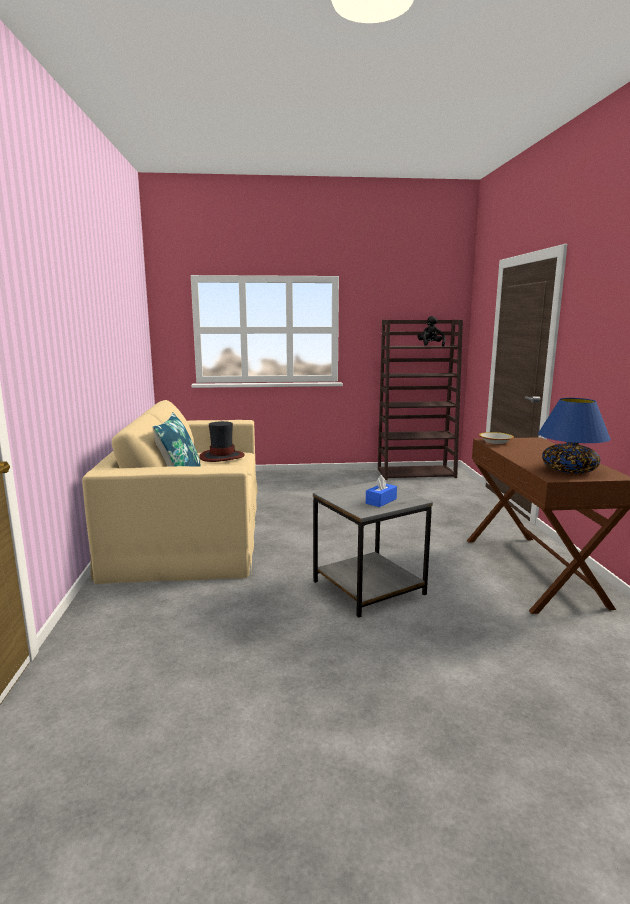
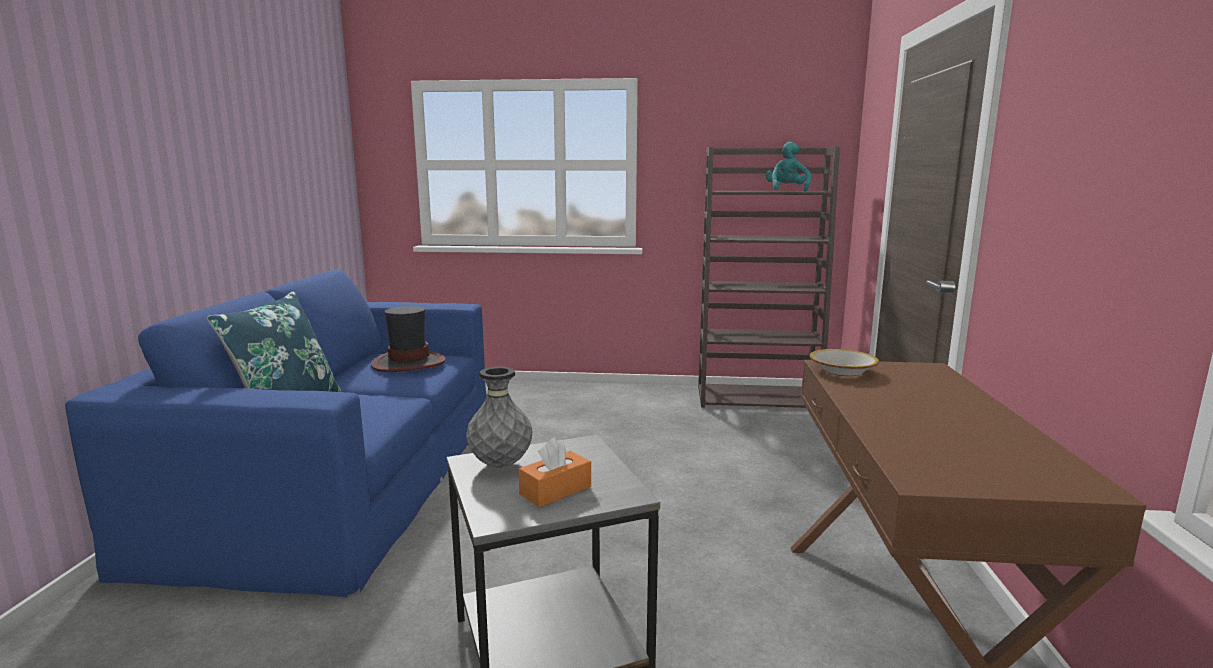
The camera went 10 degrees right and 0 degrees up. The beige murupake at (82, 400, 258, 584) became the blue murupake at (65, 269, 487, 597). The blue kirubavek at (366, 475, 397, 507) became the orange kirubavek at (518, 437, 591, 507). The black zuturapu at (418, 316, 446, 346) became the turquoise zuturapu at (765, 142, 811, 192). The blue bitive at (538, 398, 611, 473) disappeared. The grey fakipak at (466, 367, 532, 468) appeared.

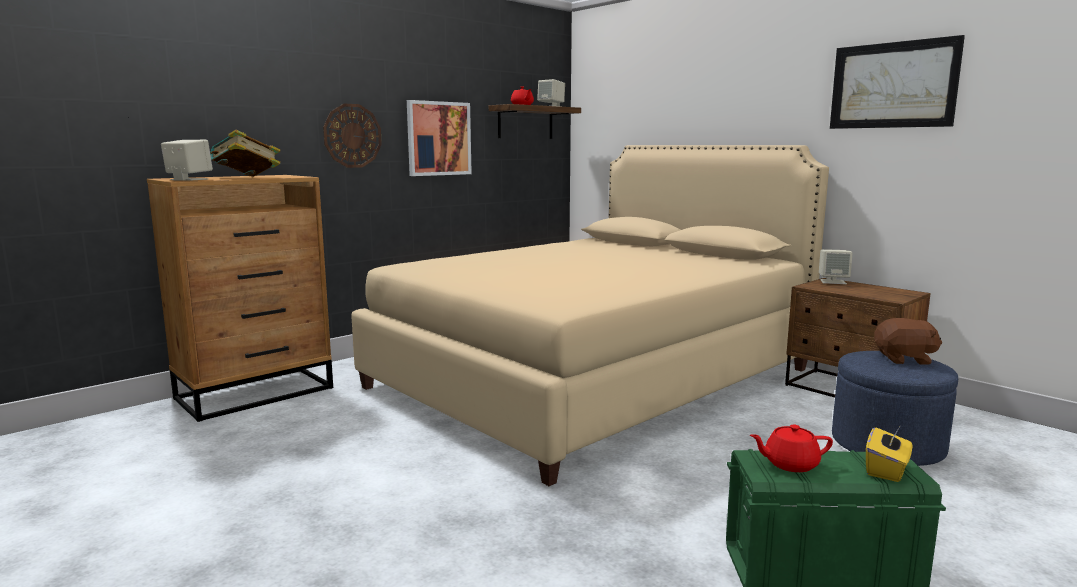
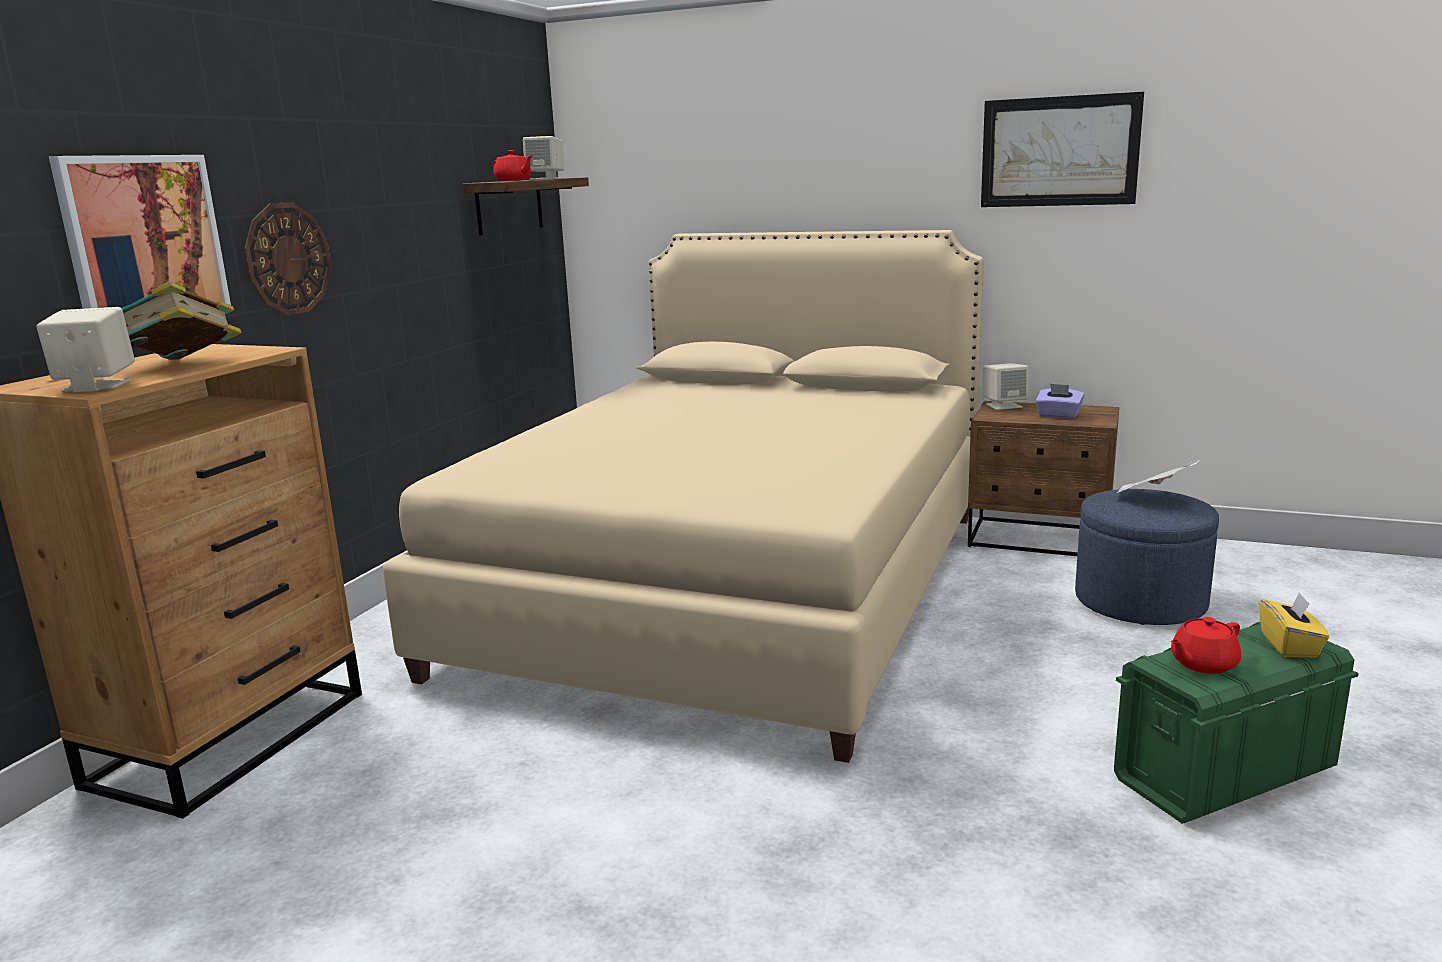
The camera went 25 degrees left and 5 degrees up. The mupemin moved from (407, 100, 472, 176) to (49, 155, 231, 309). The brown zuturapu at (874, 318, 942, 365) was replaced by the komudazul at (1117, 460, 1200, 493). The purple kirubavek at (1036, 383, 1084, 419) appeared.

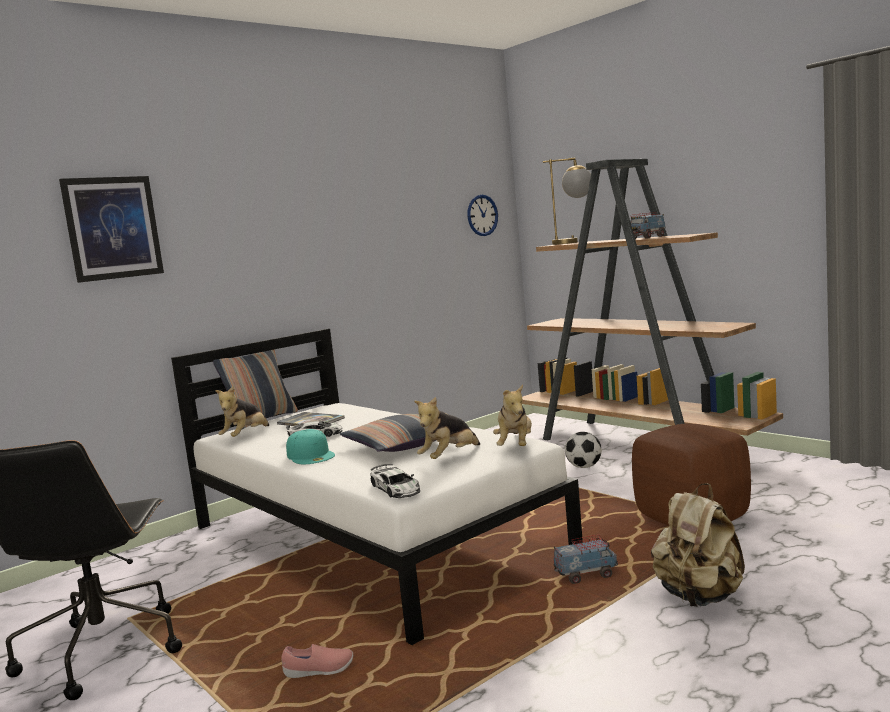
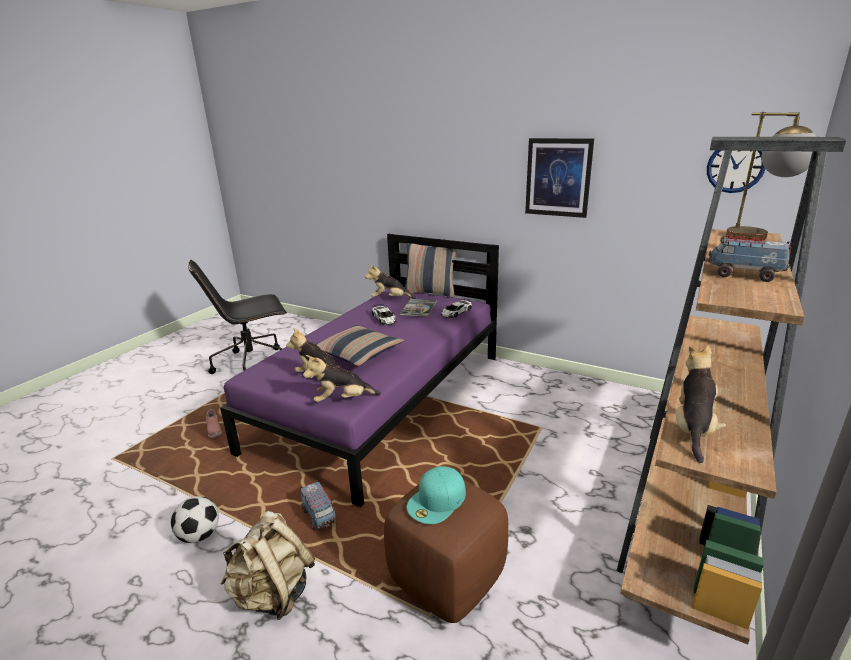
The camera went 70 degrees right and 15 degrees up. The mupemin moved from (59, 176, 164, 283) to (525, 138, 594, 218). The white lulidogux at (171, 329, 583, 645) became the purple lulidogux at (220, 234, 499, 507). The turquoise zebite moved from (286, 429, 335, 464) to (406, 466, 466, 524). The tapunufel moved from (370, 464, 420, 498) to (441, 299, 472, 318). The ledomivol moved from (565, 432, 602, 468) to (171, 496, 219, 543). The zuturapu at (676, 345, 726, 463) appeared.

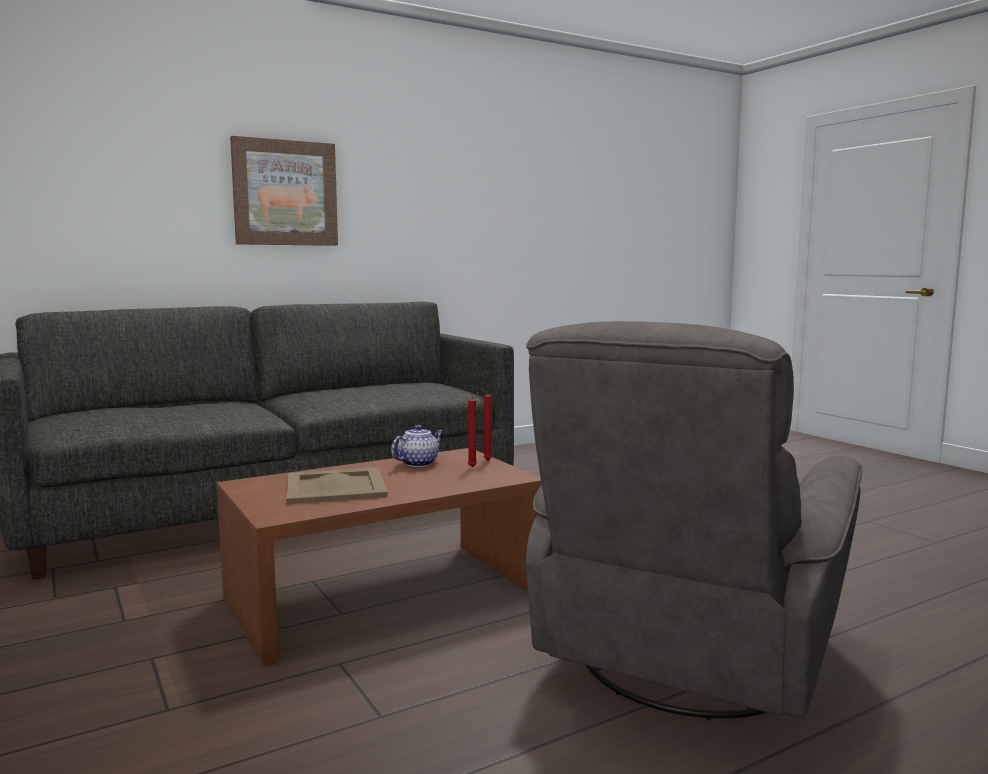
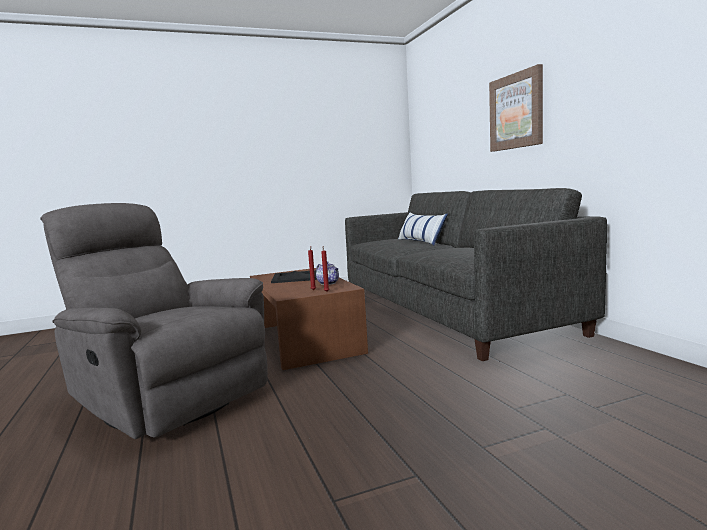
The camera went 100 degrees right and 0 degrees up. The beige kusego at (287, 468, 387, 504) became the black kusego at (271, 270, 317, 283). The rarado at (398, 212, 448, 245) appeared.

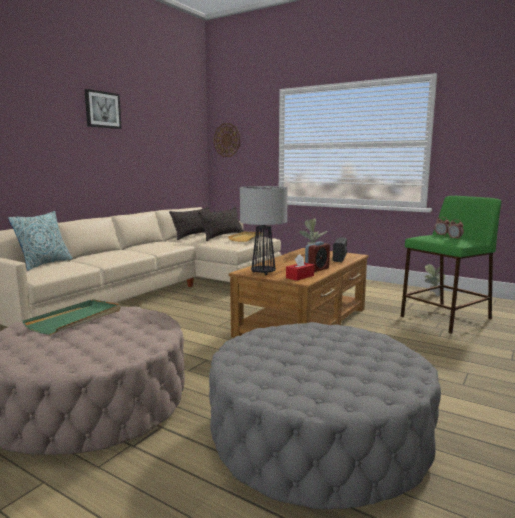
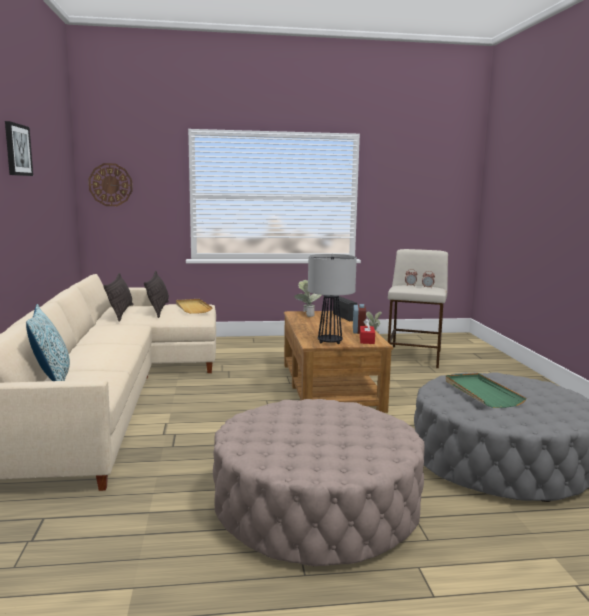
The camera went 40 degrees left and 0 degrees up. The green kusego moved from (23, 299, 121, 335) to (446, 373, 527, 408). The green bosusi at (400, 196, 501, 334) became the beige bosusi at (388, 249, 448, 368).

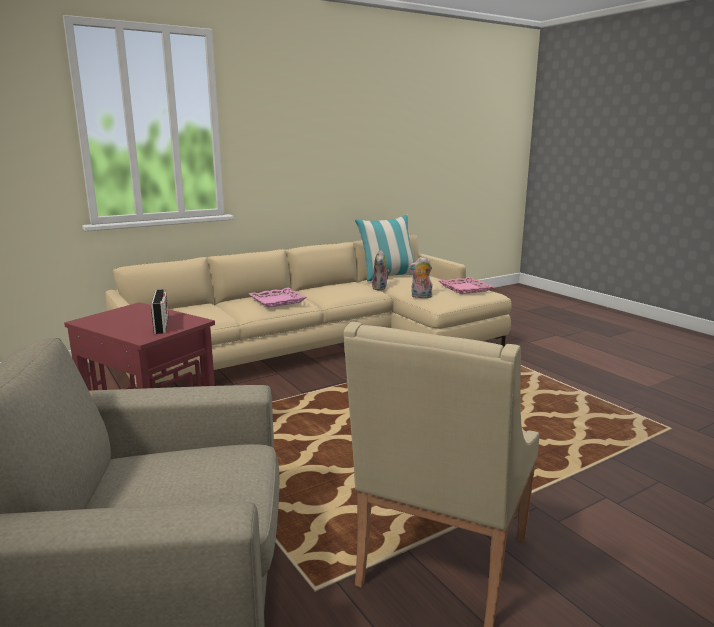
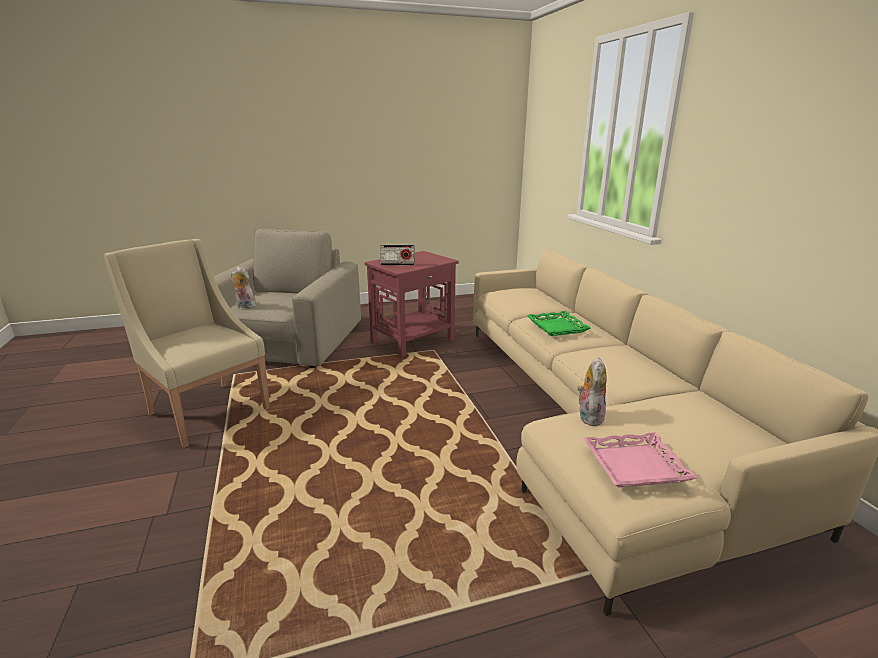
The camera went 105 degrees right and 5 degrees up. The pink kusego at (249, 288, 307, 308) became the green kusego at (527, 311, 591, 336). The rarado at (355, 215, 415, 281) disappeared. The zuturapu moved from (372, 250, 390, 291) to (231, 267, 257, 309).

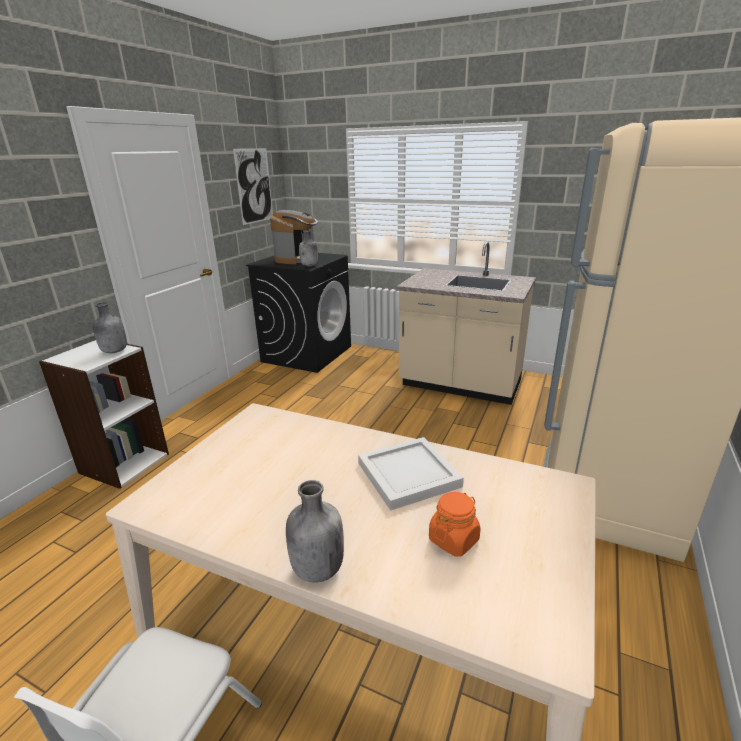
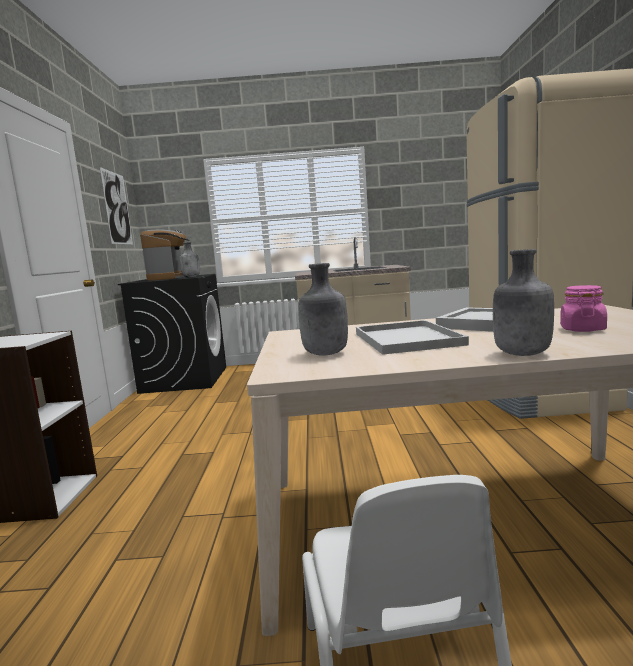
The camera went 25 degrees left and 15 degrees down. The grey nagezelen moved from (93, 302, 127, 353) to (298, 263, 348, 355). The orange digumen at (429, 492, 481, 557) became the pink digumen at (560, 285, 607, 332). The white kusego at (356, 320, 469, 355) appeared.

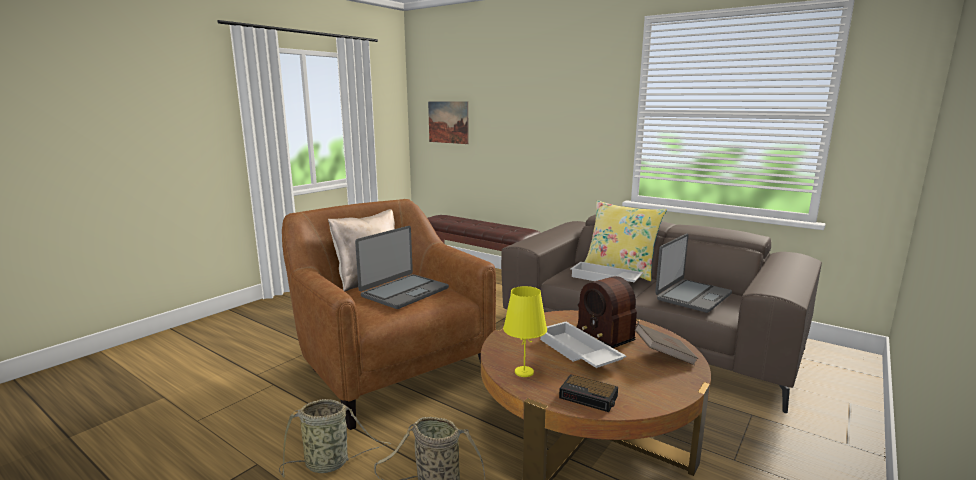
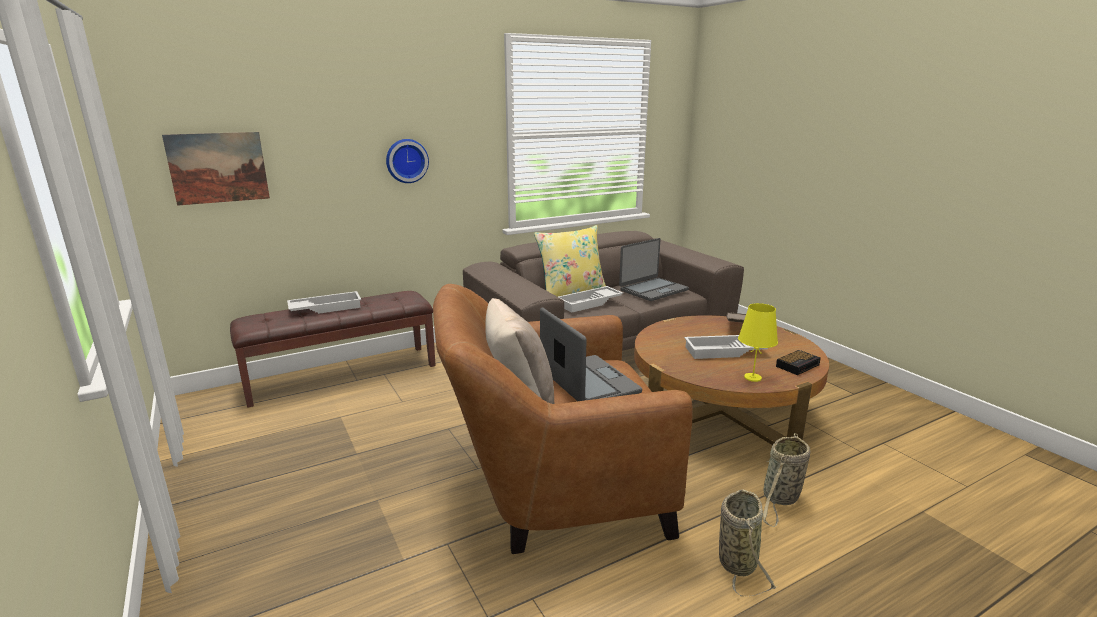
The camera went 65 degrees left and 5 degrees up. The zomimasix at (577, 276, 639, 348) disappeared. The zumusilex at (655, 234, 732, 313) turned 75 degrees clockwise. The white kusego at (287, 291, 361, 314) appeared. The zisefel at (386, 139, 429, 183) appeared.

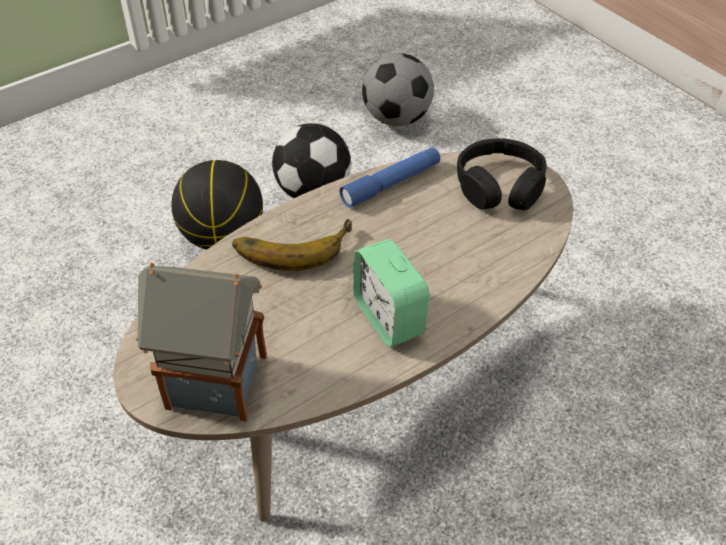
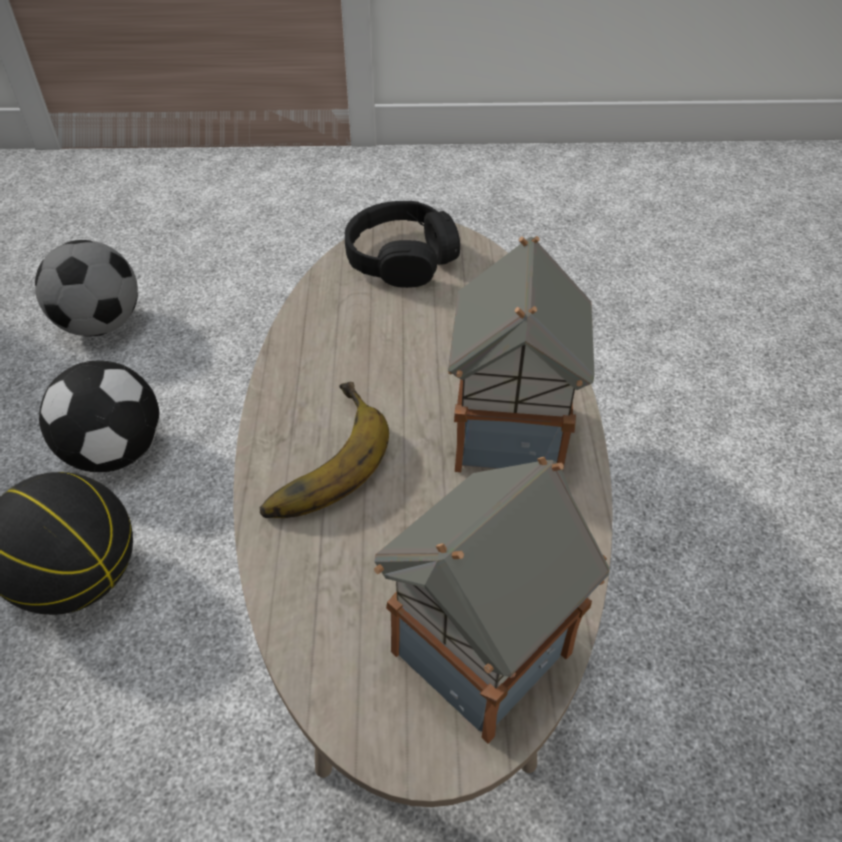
The camera went 55 degrees left and 0 degrees up. The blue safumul at (340, 147, 440, 208) disappeared. The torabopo at (353, 239, 430, 347) was replaced by the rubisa at (448, 236, 595, 472).

